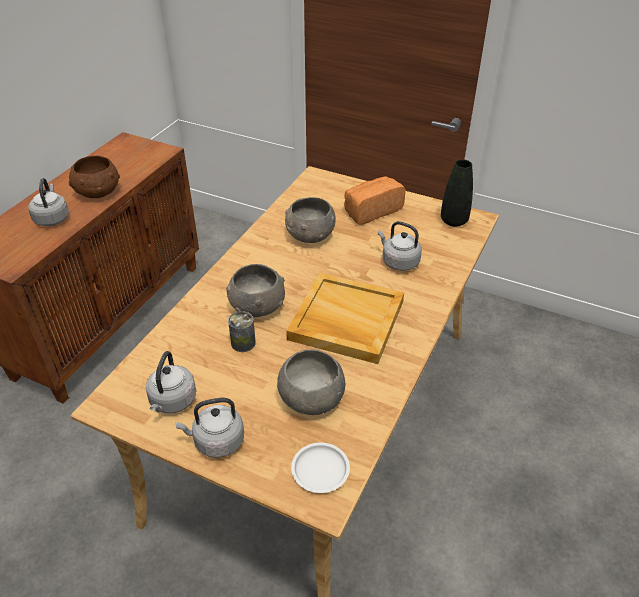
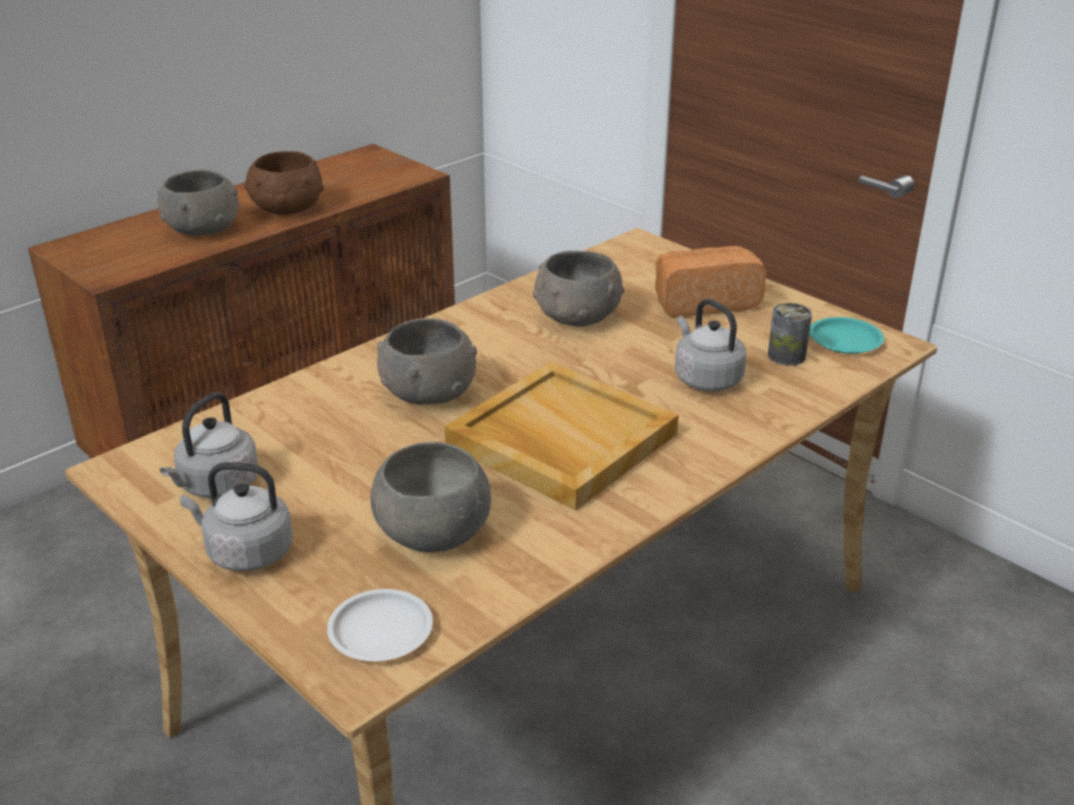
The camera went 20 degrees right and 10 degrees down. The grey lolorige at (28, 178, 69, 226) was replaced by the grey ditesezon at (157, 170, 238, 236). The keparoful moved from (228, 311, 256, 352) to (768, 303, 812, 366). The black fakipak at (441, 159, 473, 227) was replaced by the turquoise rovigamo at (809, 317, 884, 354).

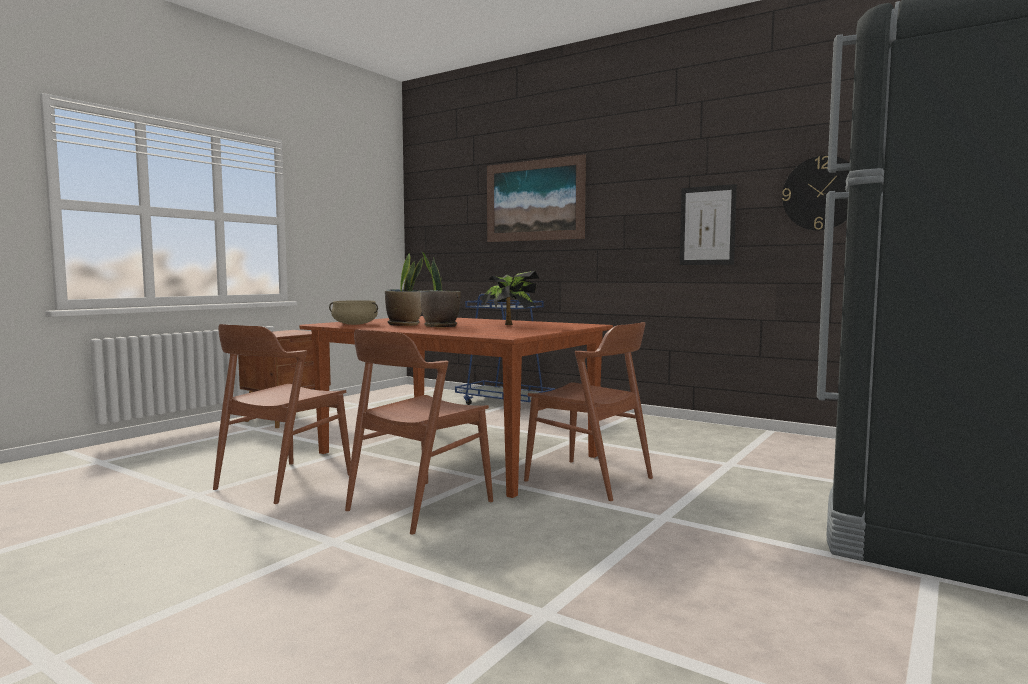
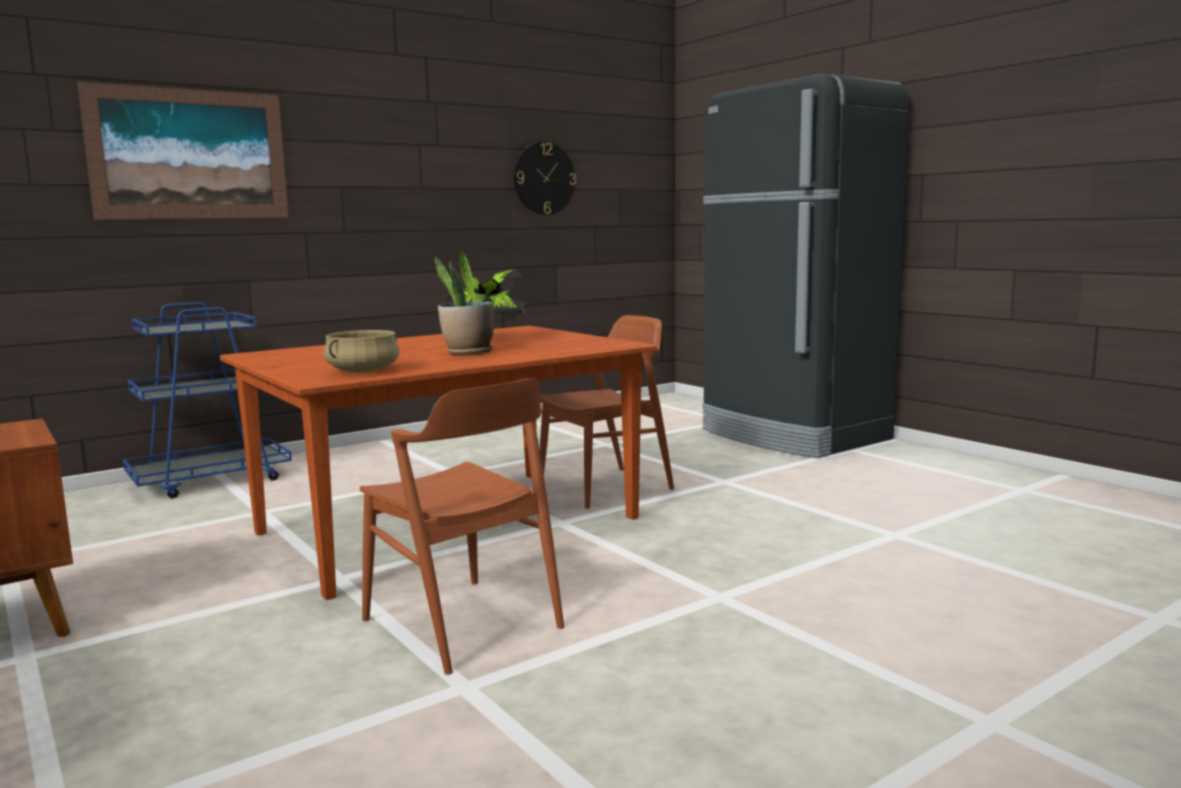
The camera went 70 degrees left and 5 degrees up. The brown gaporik at (345, 329, 493, 534) disappeared. The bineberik at (385, 253, 423, 326) disappeared. The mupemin at (680, 184, 737, 265) disappeared.

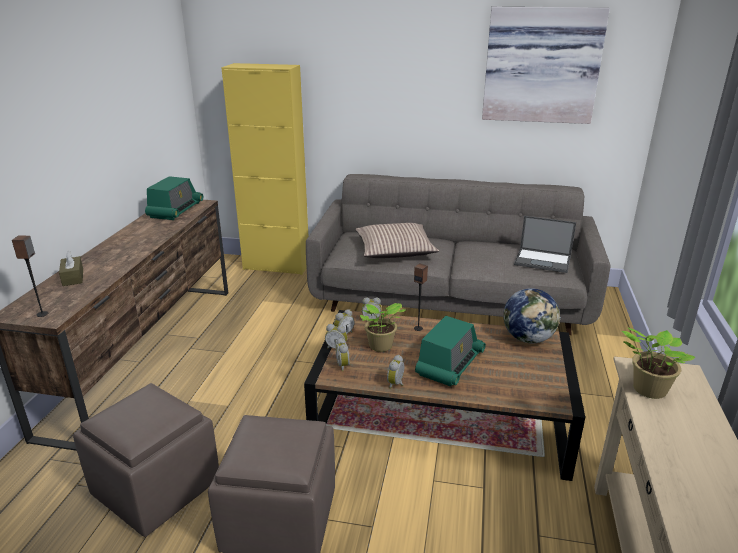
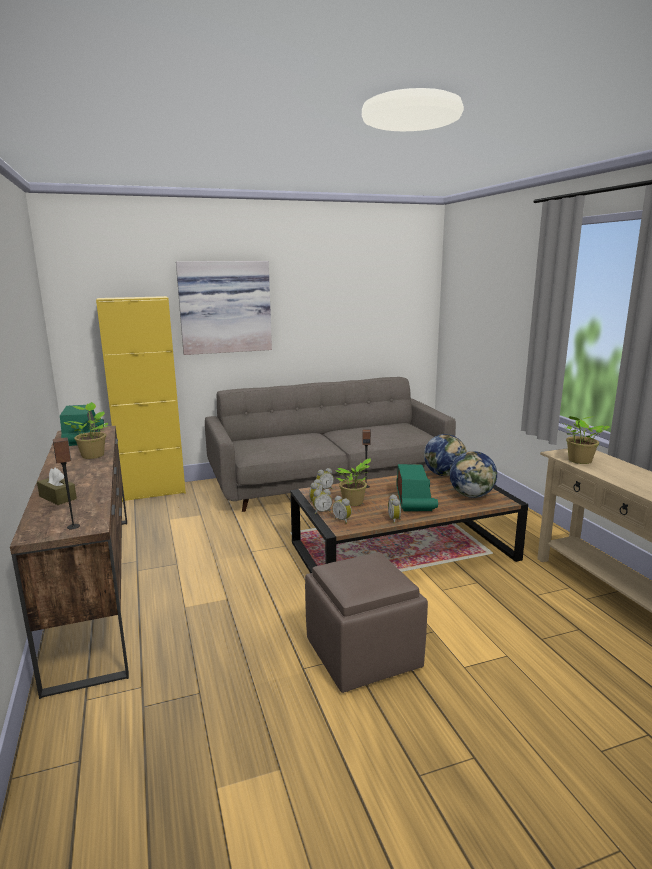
The camera went 30 degrees left and 10 degrees down. The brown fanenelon at (73, 383, 219, 537) disappeared. The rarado at (355, 223, 439, 258) disappeared. The mupemin moved from (482, 7, 610, 124) to (176, 261, 272, 355). The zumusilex at (514, 216, 576, 273) disappeared. The bineberik at (64, 402, 108, 459) appeared. The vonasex at (449, 451, 497, 498) appeared.

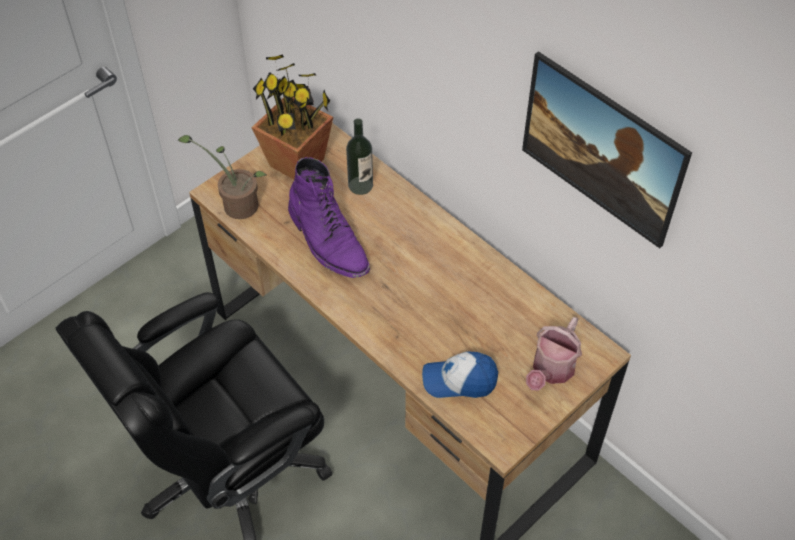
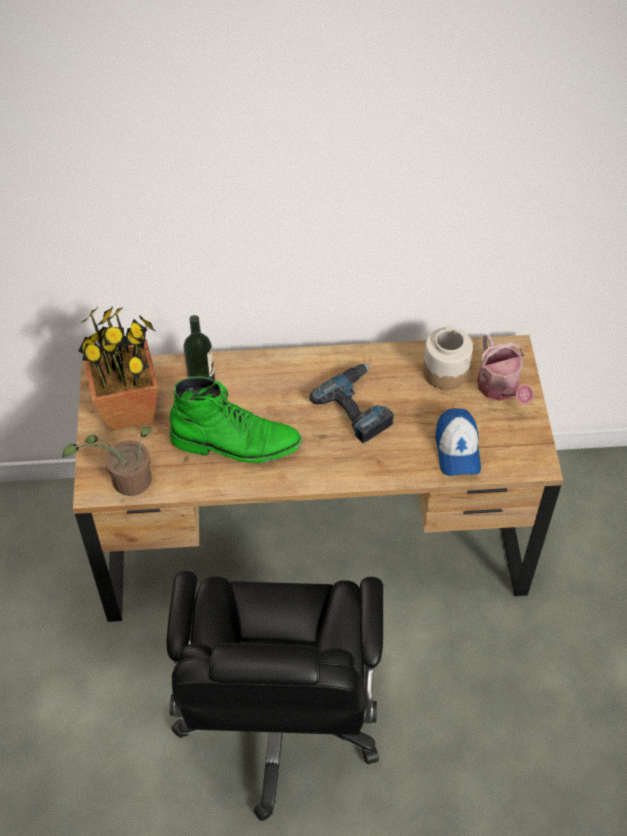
The camera went 50 degrees left and 0 degrees up. The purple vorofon at (288, 157, 370, 278) became the green vorofon at (170, 377, 302, 463). The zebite at (422, 351, 498, 398) turned 45 degrees counterclockwise. The mupemin at (522, 51, 692, 248) disappeared. The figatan at (309, 363, 394, 443) appeared. The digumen at (423, 327, 473, 390) appeared.

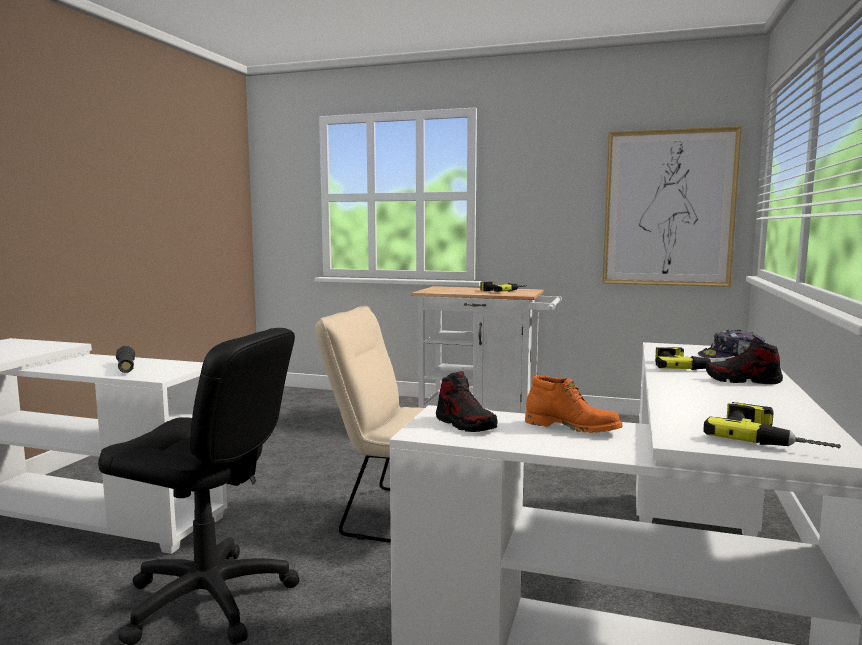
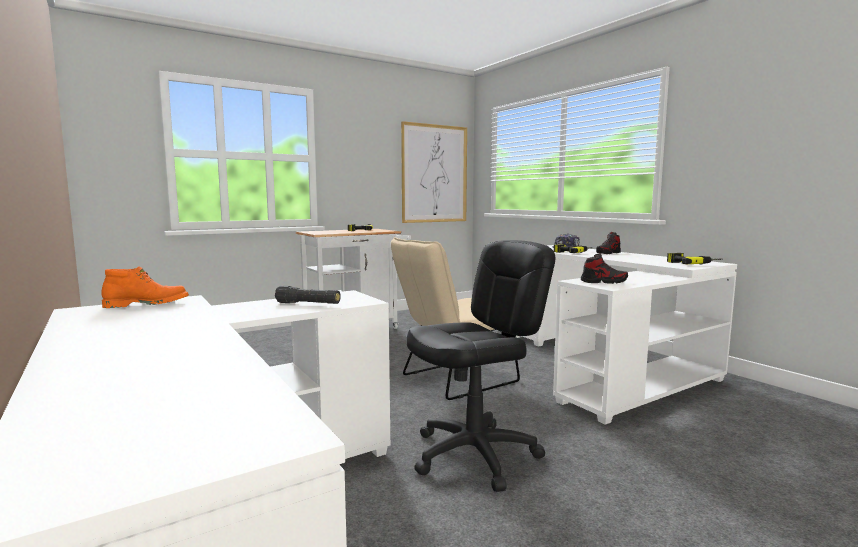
The camera went 50 degrees left and 0 degrees up. The orange vorofon moved from (525, 376, 622, 433) to (101, 266, 189, 308).

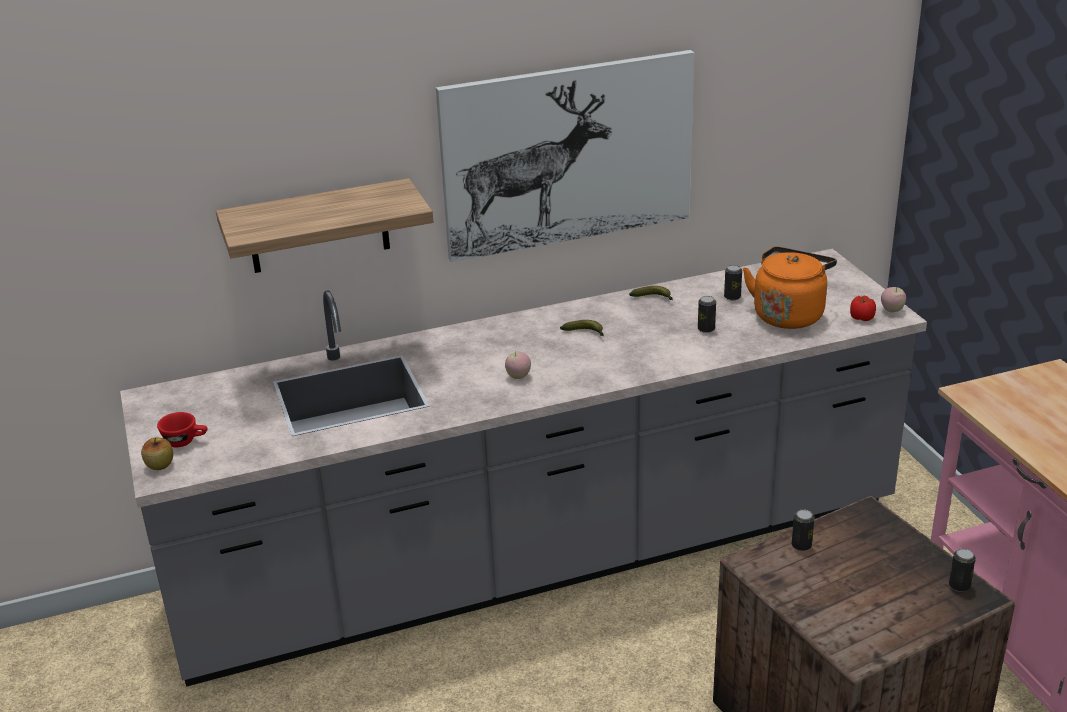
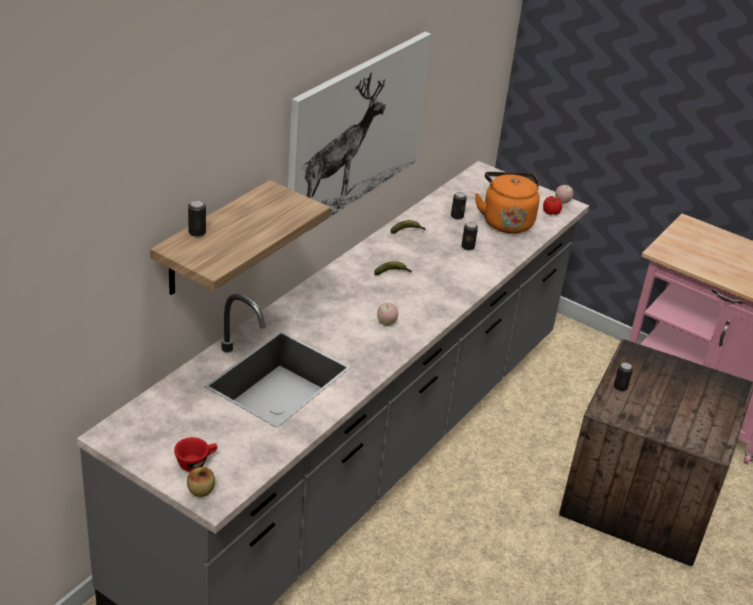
The camera went 40 degrees left and 5 degrees up. The keparoful moved from (949, 548, 976, 592) to (188, 200, 206, 237).

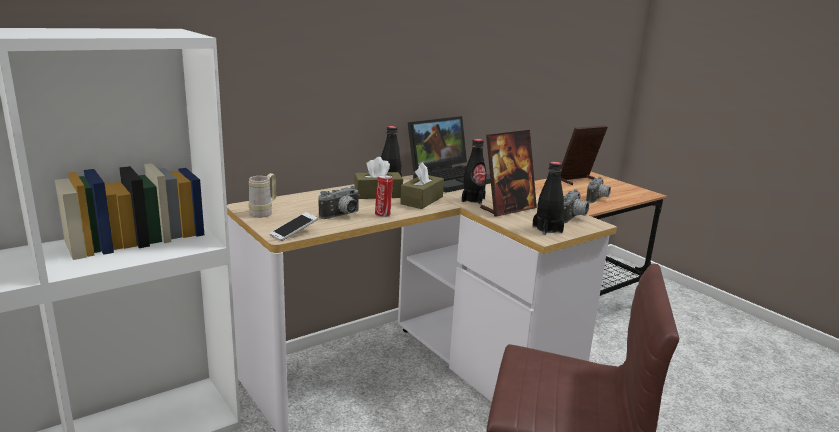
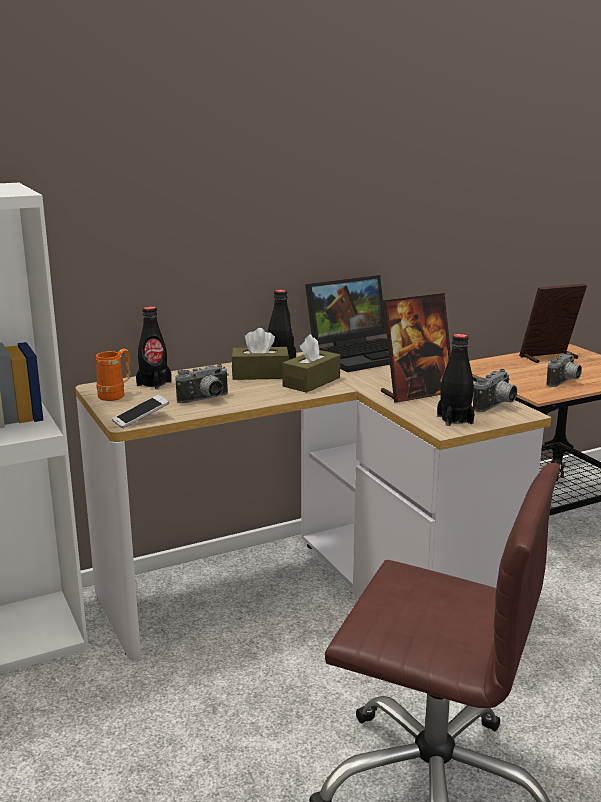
The camera went 10 degrees right and 0 degrees up. The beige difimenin at (248, 173, 276, 218) became the orange difimenin at (96, 349, 131, 401). The keparoful at (375, 175, 393, 217) disappeared. The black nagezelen moved from (462, 139, 486, 204) to (136, 306, 171, 389).

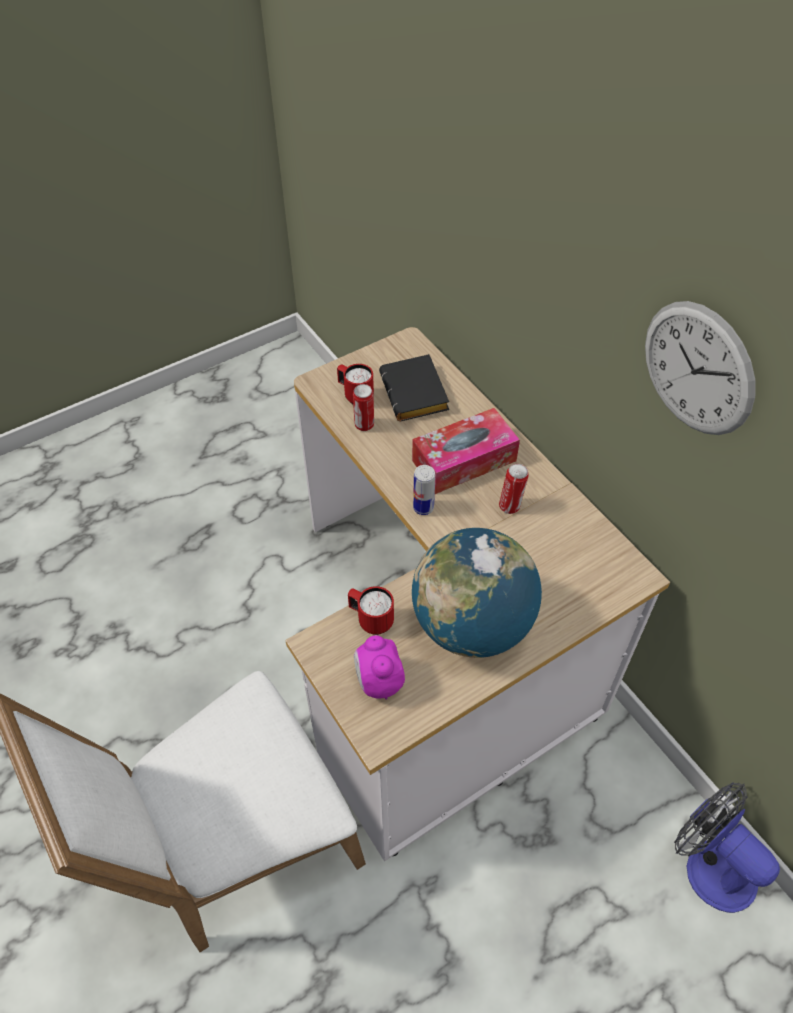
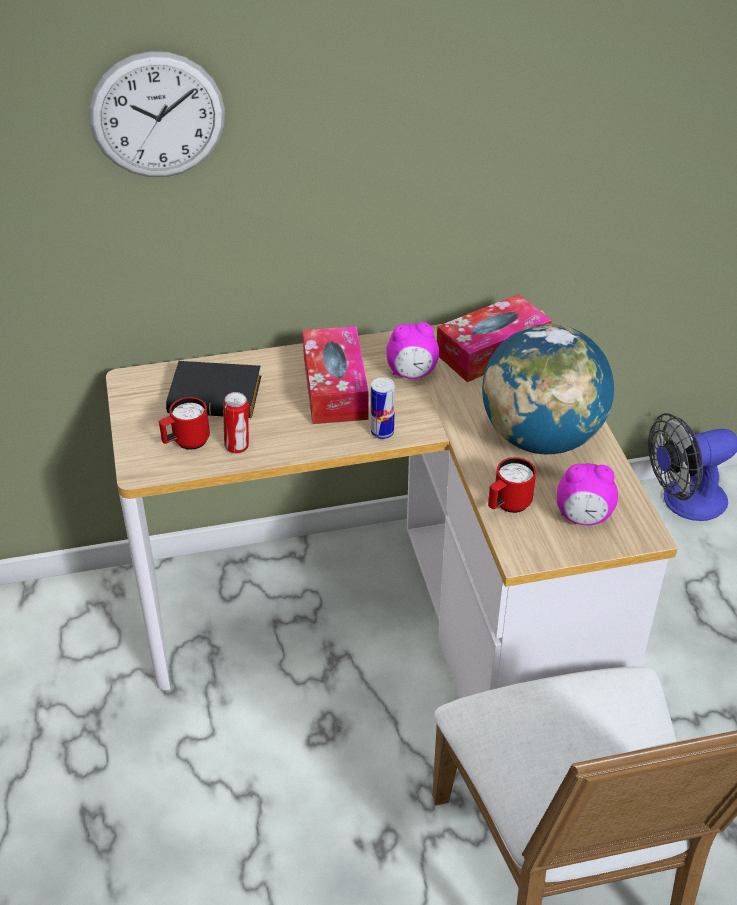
The camera went 70 degrees left and 10 degrees down. The keparoful at (499, 464, 529, 514) was replaced by the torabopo at (386, 322, 439, 379). The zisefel moved from (645, 301, 755, 435) to (89, 51, 225, 177). The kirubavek at (437, 294, 552, 382) appeared.

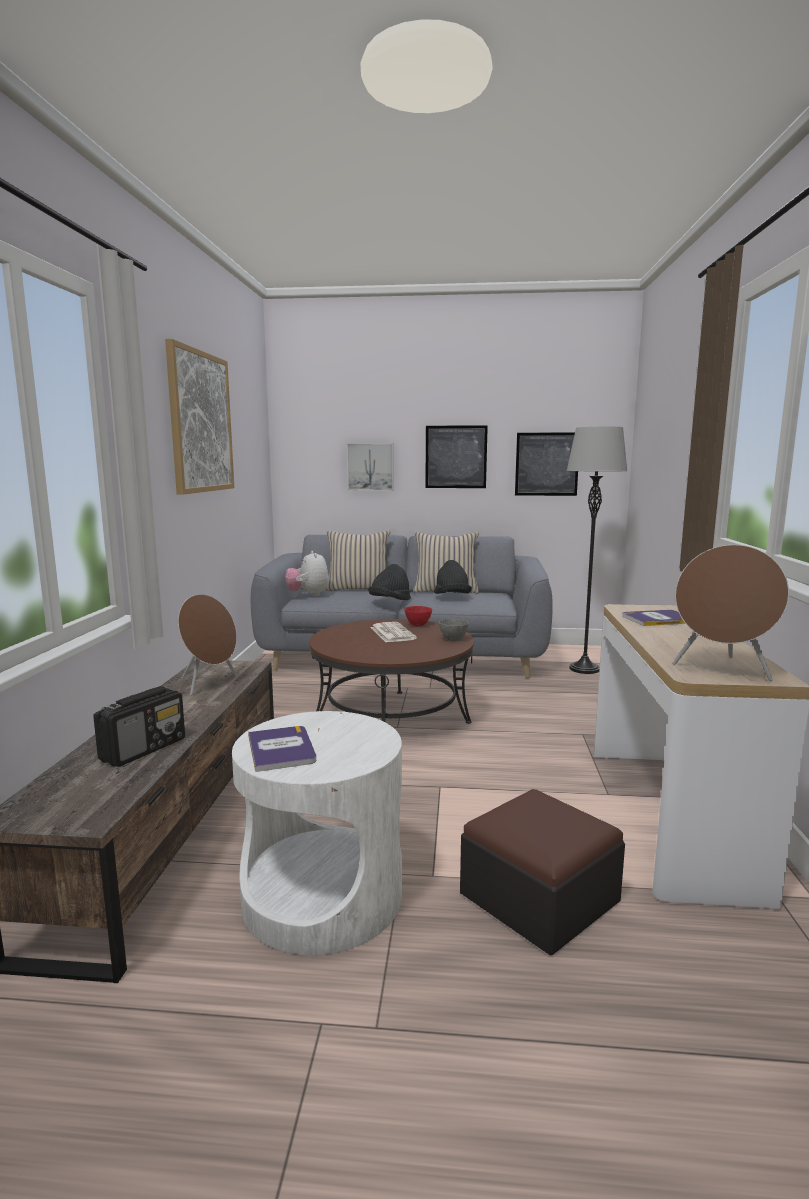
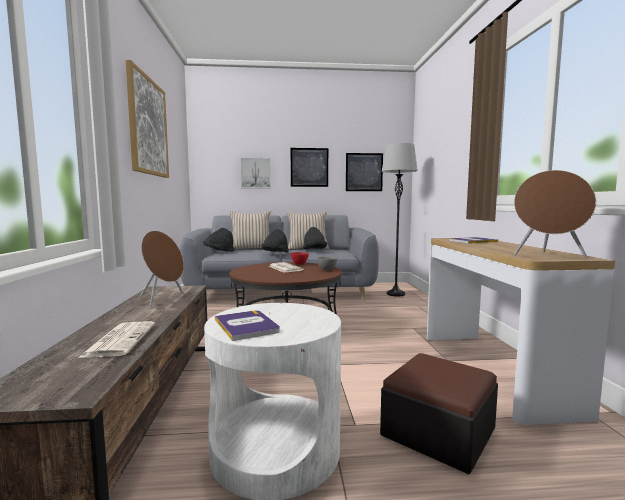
The camera went 10 degrees left and 5 degrees down. The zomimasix at (93, 686, 185, 767) was replaced by the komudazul at (78, 322, 155, 358). The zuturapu at (285, 551, 329, 597) was replaced by the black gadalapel at (204, 228, 235, 252).

